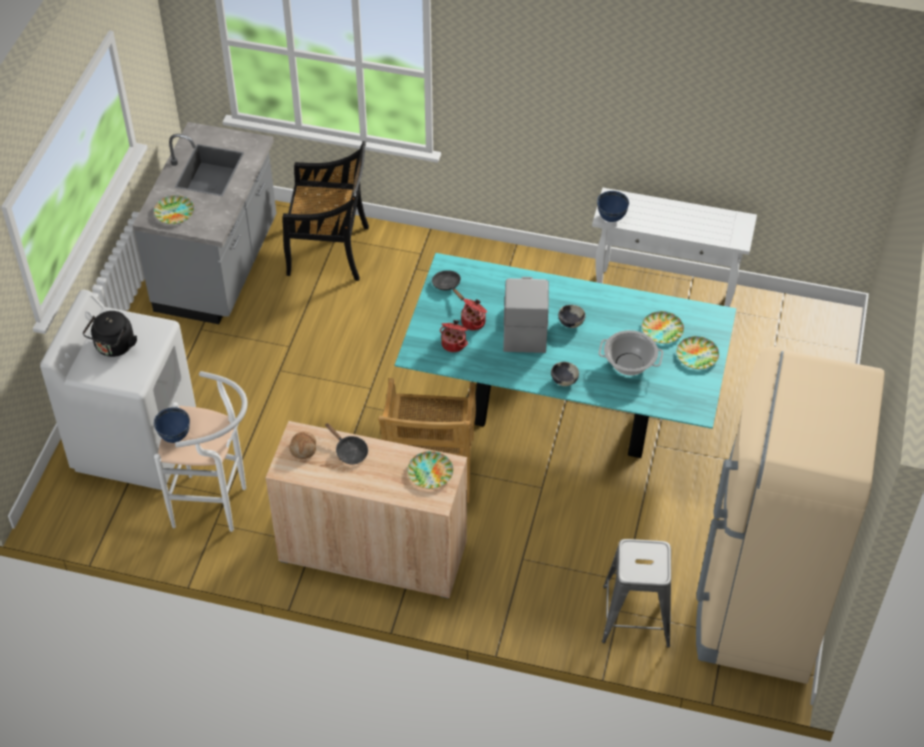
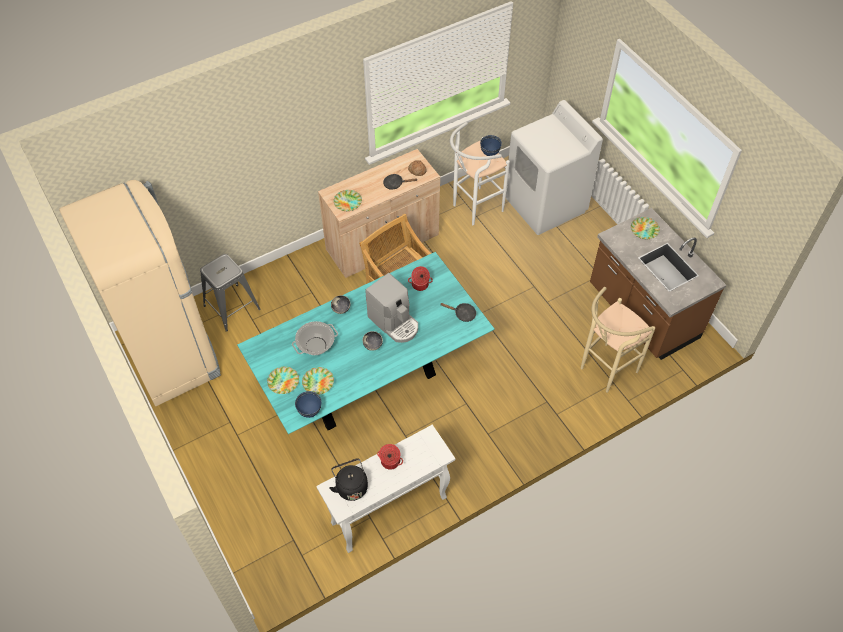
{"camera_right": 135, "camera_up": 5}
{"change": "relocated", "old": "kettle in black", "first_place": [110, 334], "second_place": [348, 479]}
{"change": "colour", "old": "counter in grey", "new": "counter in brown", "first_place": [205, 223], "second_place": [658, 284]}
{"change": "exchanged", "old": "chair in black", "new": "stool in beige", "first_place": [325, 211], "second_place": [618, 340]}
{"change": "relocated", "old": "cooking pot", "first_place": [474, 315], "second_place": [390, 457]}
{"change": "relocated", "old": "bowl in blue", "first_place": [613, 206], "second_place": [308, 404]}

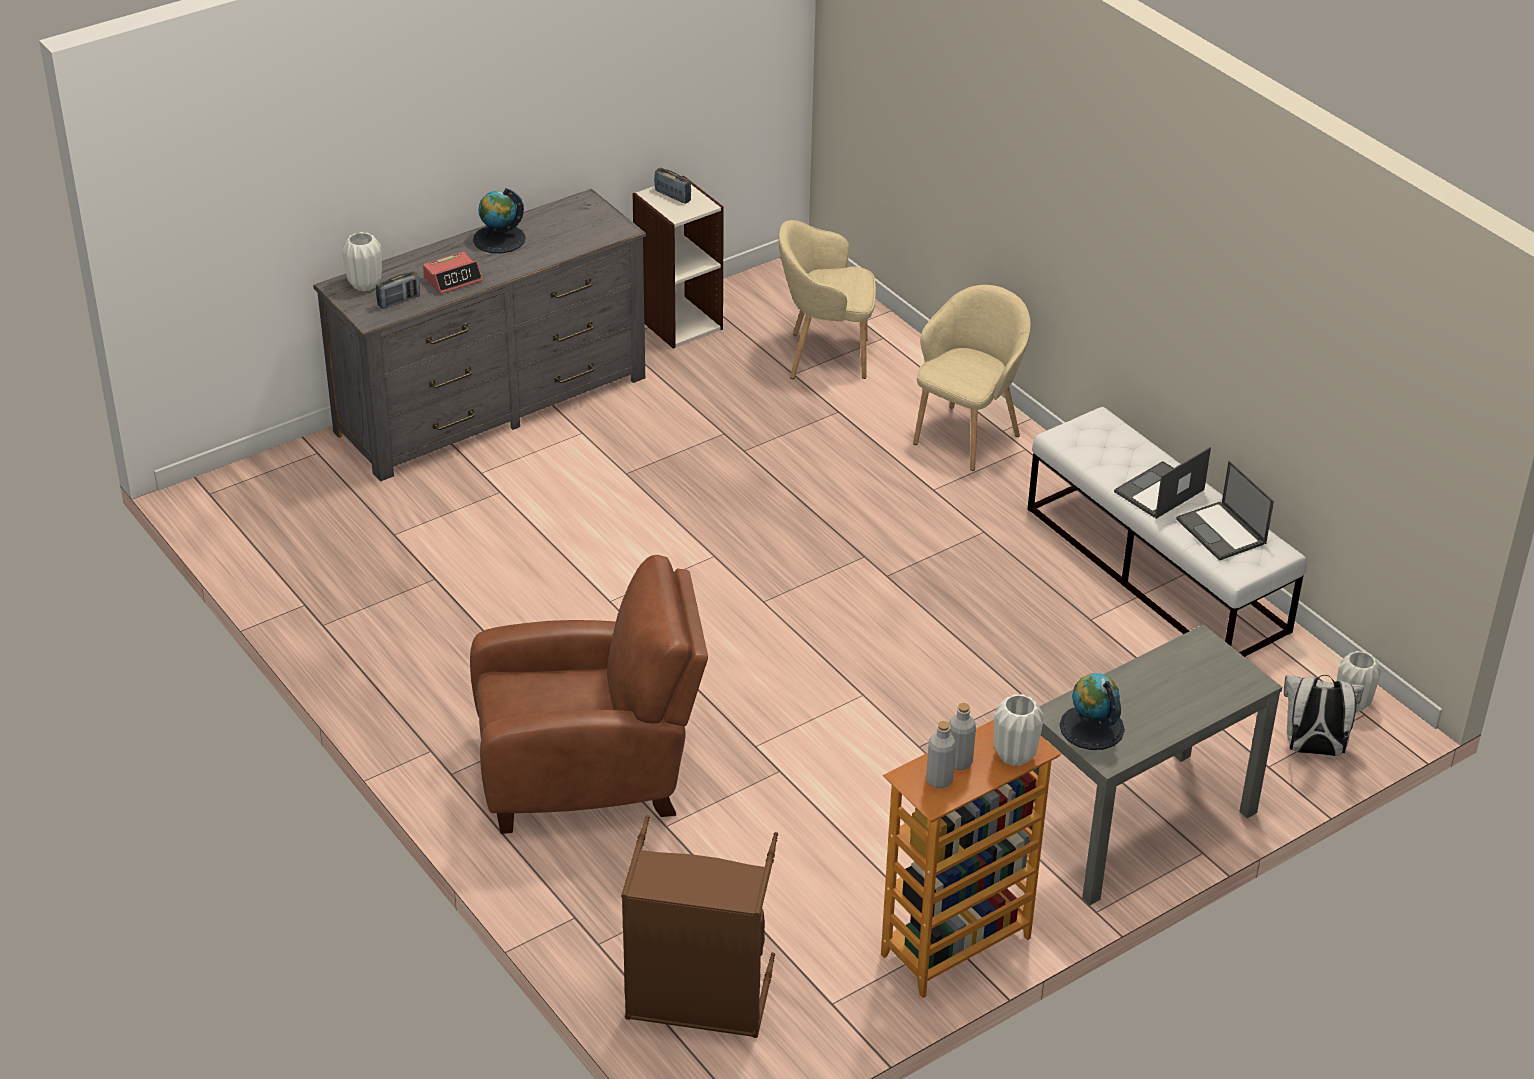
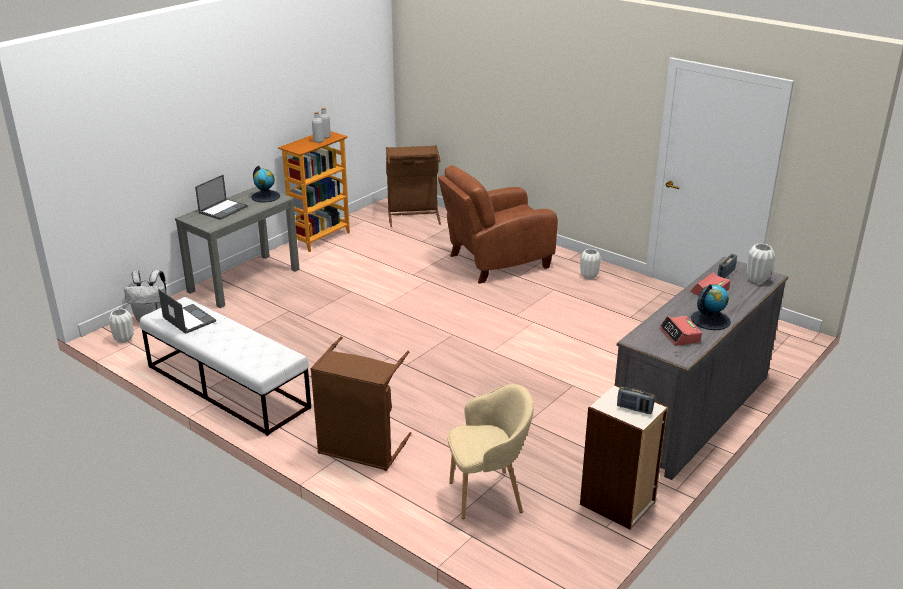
{"camera_right": 165, "camera_up": -10}
{"change": "exchanged", "old": "armchair in beige", "new": "laundry basket in brown", "first_place": [972, 378], "second_place": [361, 403]}
{"change": "relocated", "old": "vase in white", "first_place": [1019, 730], "second_place": [590, 264]}
{"change": "relocated", "old": "laptop", "first_place": [1162, 483], "second_place": [221, 197]}
{"change": "appeared", "new": "alarm clock", "second_place": [680, 331]}

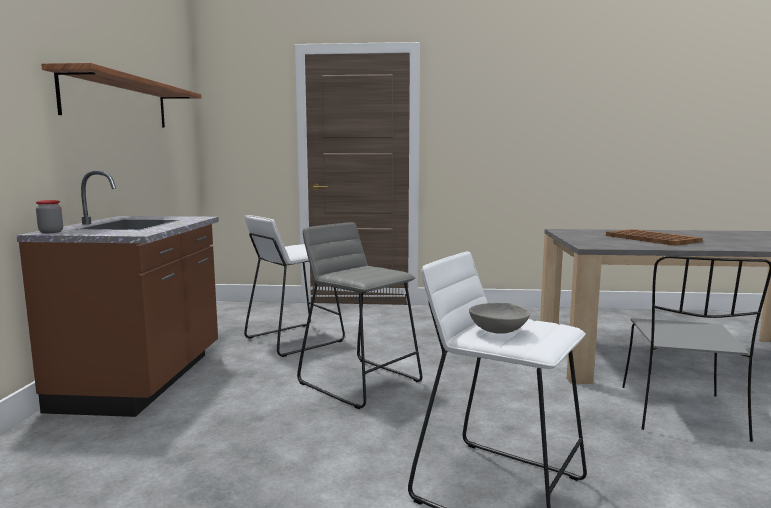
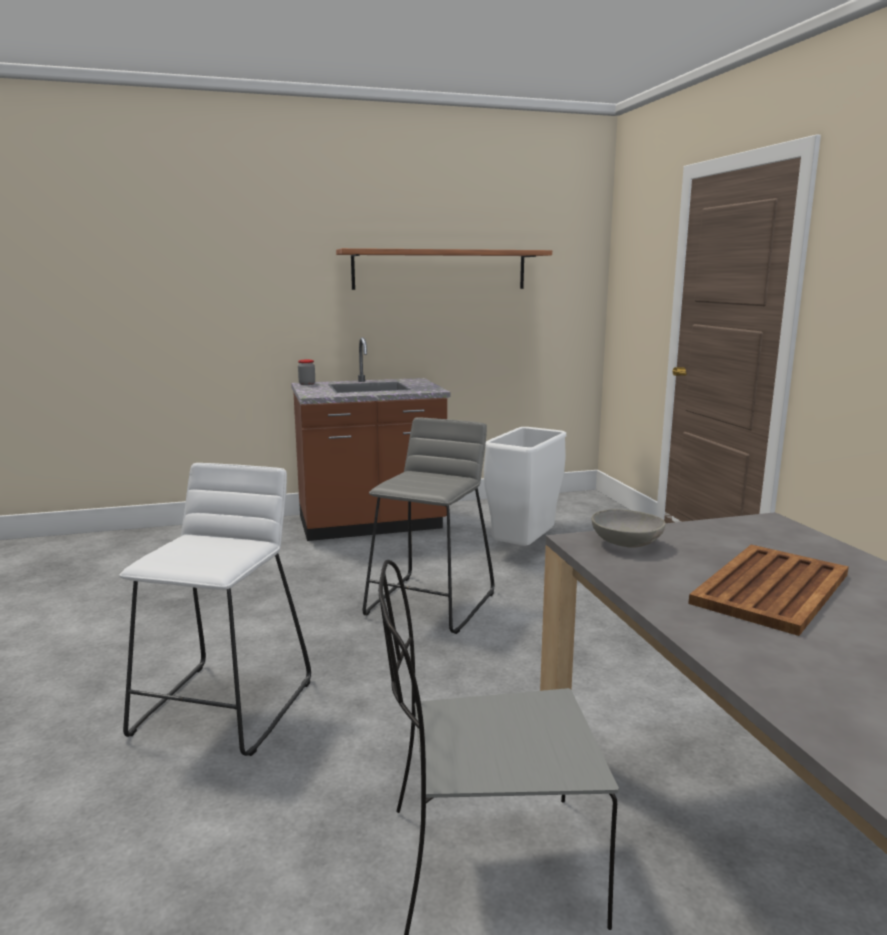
{"camera_right": 70, "camera_up": 5}
{"change": "exchanged", "old": "stool in white", "new": "trash can in white", "first_place": [294, 286], "second_place": [525, 486]}
{"change": "relocated", "old": "bowl in grey", "first_place": [499, 318], "second_place": [628, 528]}

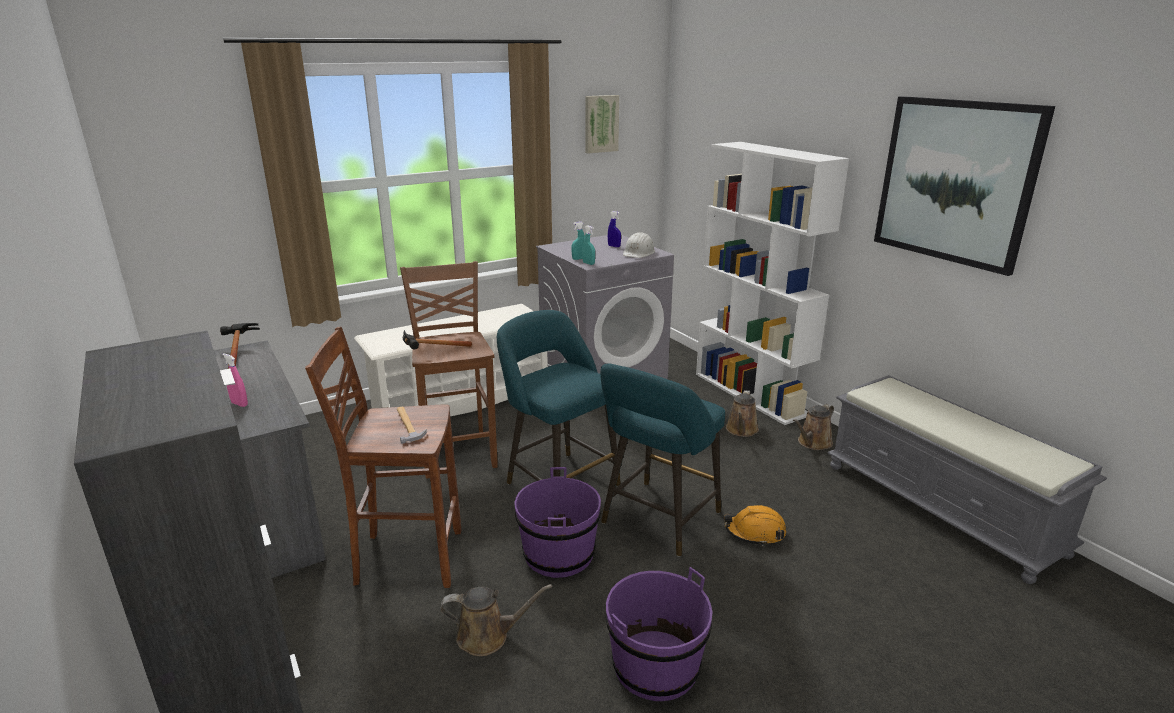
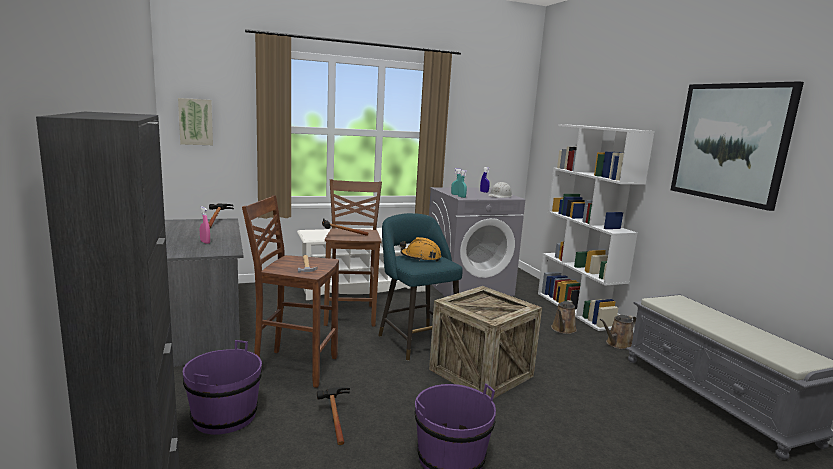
{"camera_right": 10, "camera_up": -10}
{"change": "exchanged", "old": "watering can in brown", "new": "hammer", "first_place": [496, 620], "second_place": [333, 416]}
{"change": "relocated", "old": "bucket in purple", "first_place": [558, 522], "second_place": [222, 387]}
{"change": "relocated", "old": "picture", "first_place": [602, 124], "second_place": [195, 121]}
{"change": "exchanged", "old": "stool in turquoise", "new": "crate", "first_place": [662, 460], "second_place": [485, 342]}
{"change": "relocated", "old": "hard hat in orange", "first_place": [755, 525], "second_place": [421, 249]}

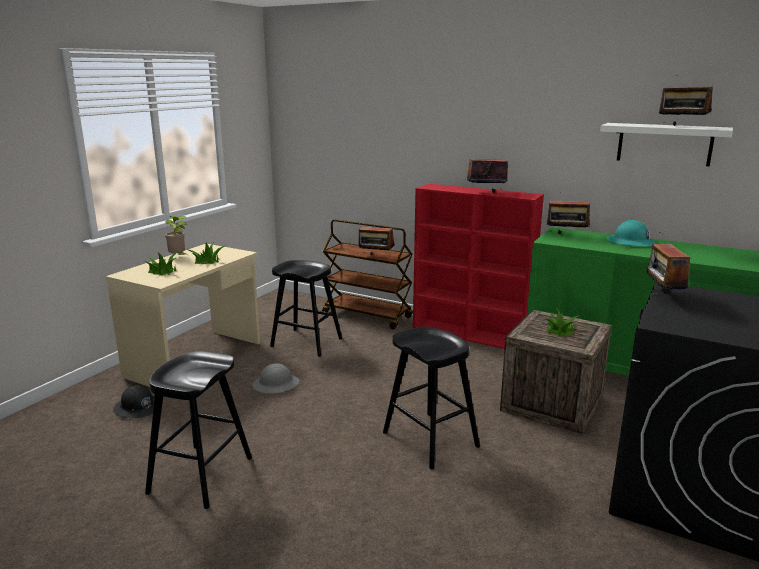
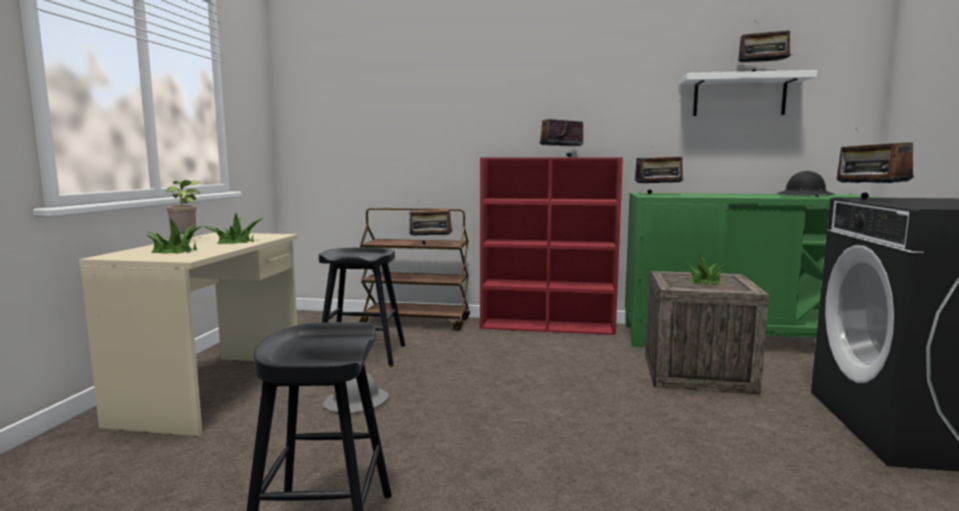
{"camera_right": -20, "camera_up": -10}
{"change": "relocated", "old": "hard hat in black", "first_place": [133, 401], "second_place": [805, 184]}
{"change": "missing", "old": "stool in black", "first_place": [431, 398]}
{"change": "missing", "old": "hard hat in turquoise", "first_place": [631, 233]}

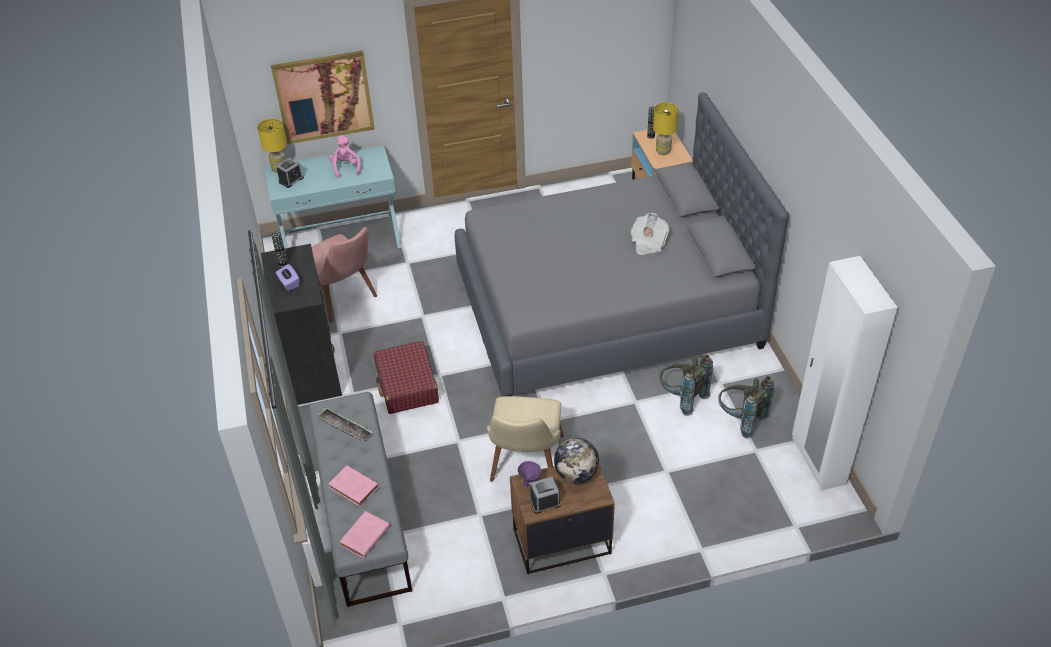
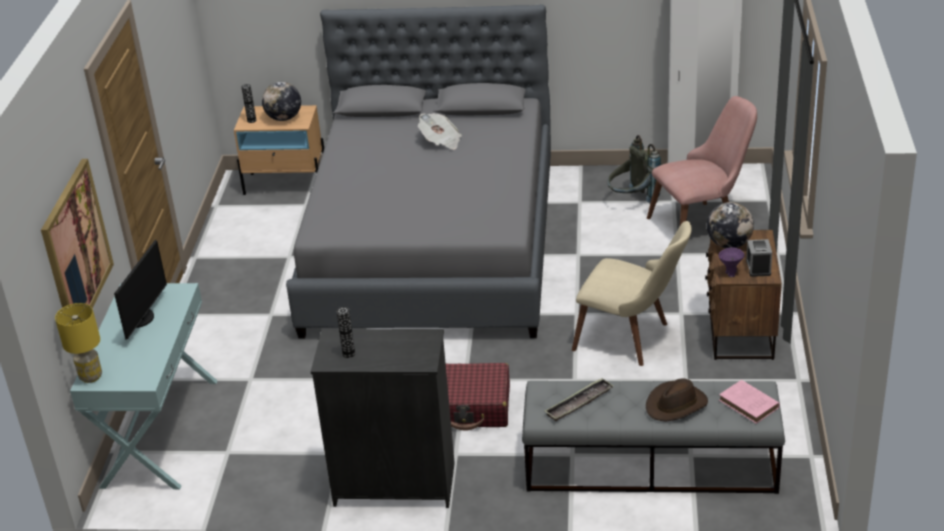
{"camera_right": -70, "camera_up": -10}
{"change": "missing", "old": "alarm clock", "first_place": [290, 173]}
{"change": "missing", "old": "tissue box in purple", "first_place": [288, 277]}
{"change": "relocated", "old": "chair in pink", "first_place": [344, 274], "second_place": [702, 160]}
{"change": "exchanged", "old": "plush toy in pink", "new": "monitor", "first_place": [345, 156], "second_place": [140, 289]}
{"change": "exchanged", "old": "book in pink", "new": "hat in brown", "first_place": [354, 486], "second_place": [677, 400]}
{"change": "exchanged", "old": "table lamp in yellow", "new": "globe", "first_place": [666, 128], "second_place": [281, 101]}
{"change": "missing", "old": "backpack in grey", "first_place": [686, 385]}

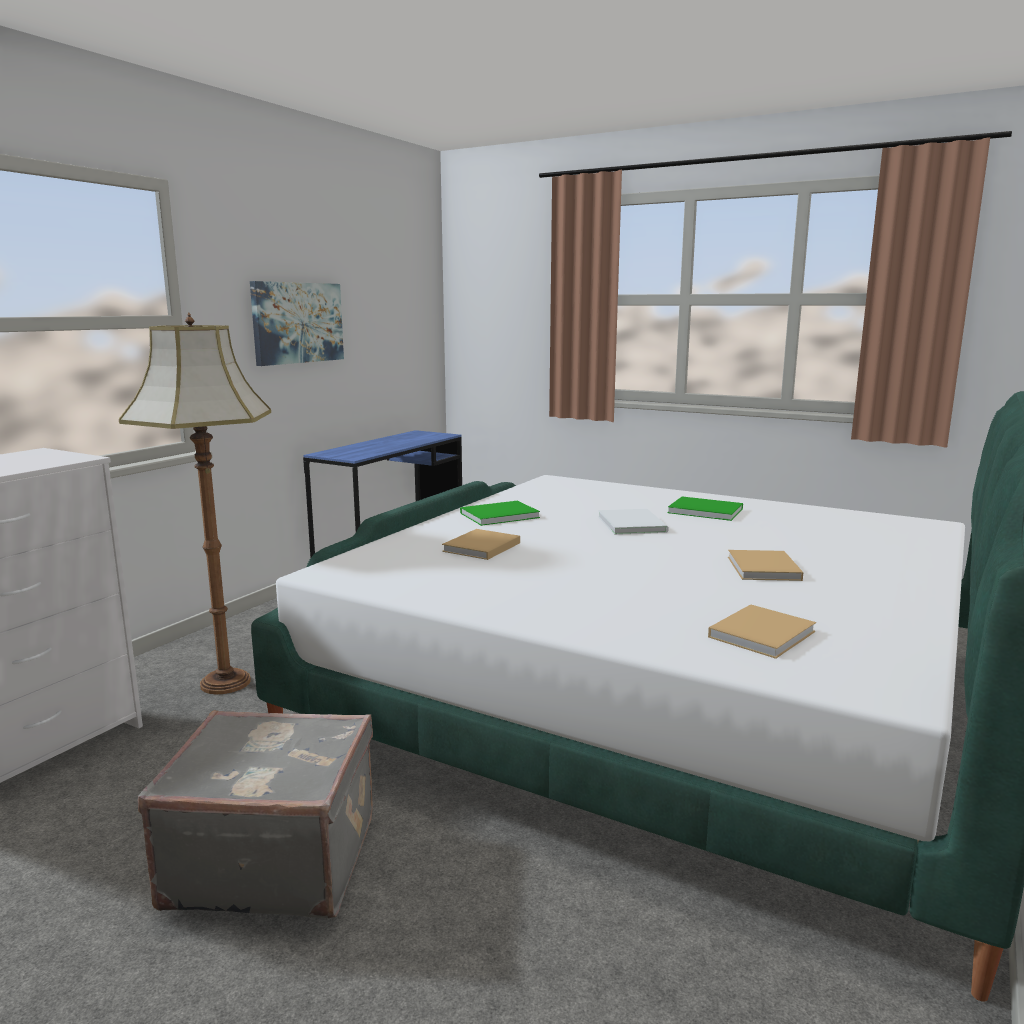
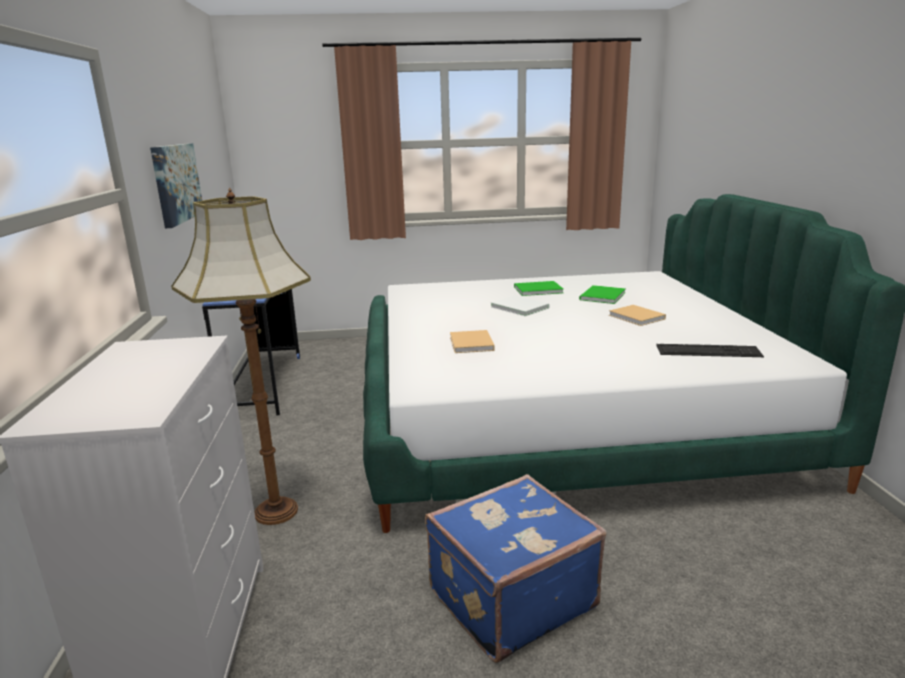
{"camera_right": -35, "camera_up": 5}
{"change": "colour", "old": "suitcase in grey", "new": "suitcase in blue", "first_place": [255, 814], "second_place": [515, 568]}
{"change": "relocated", "old": "book in green", "first_place": [500, 513], "second_place": [602, 294]}
{"change": "exchanged", "old": "book in beige", "new": "keyboard", "first_place": [762, 631], "second_place": [710, 350]}

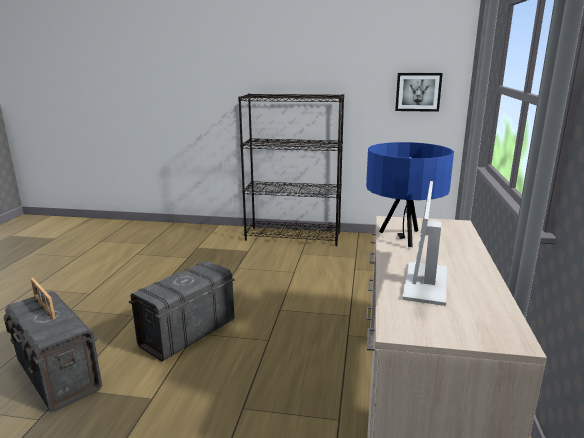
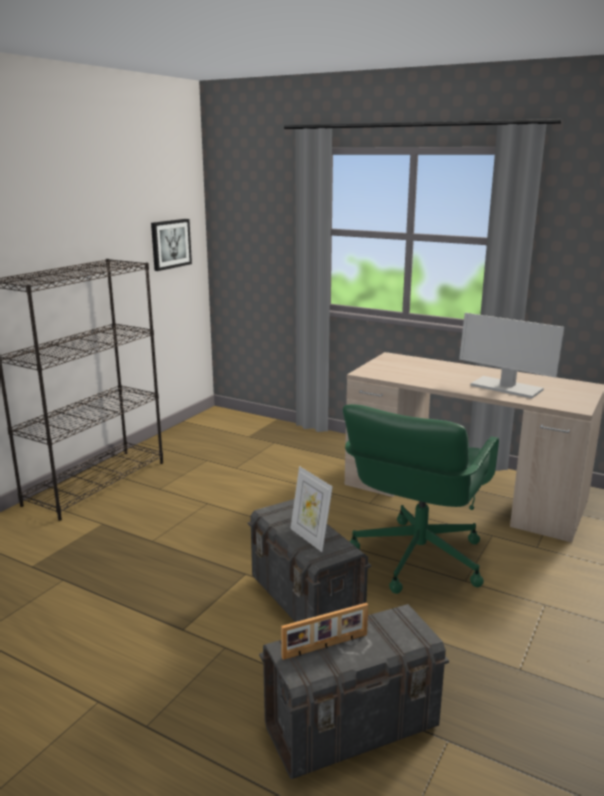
{"camera_right": -70, "camera_up": 0}
{"change": "missing", "old": "table lamp in blue", "first_place": [410, 194]}
{"change": "appeared", "new": "picture frame", "second_place": [311, 509]}
{"change": "appeared", "new": "office chair in green", "second_place": [421, 499]}

